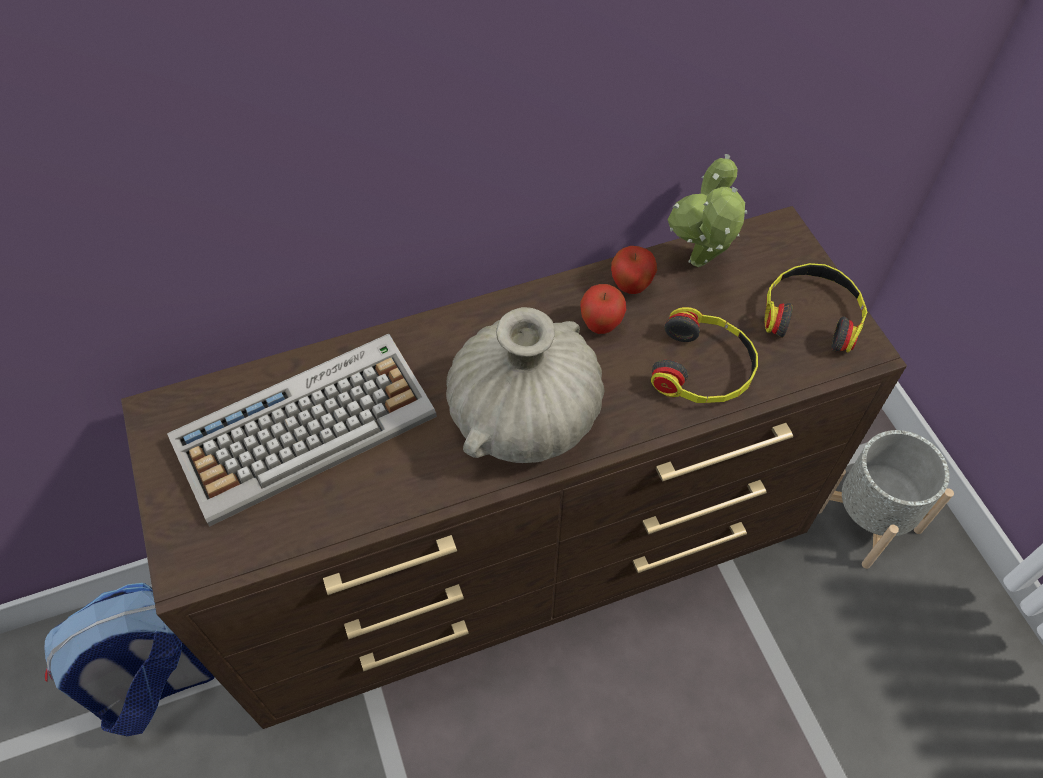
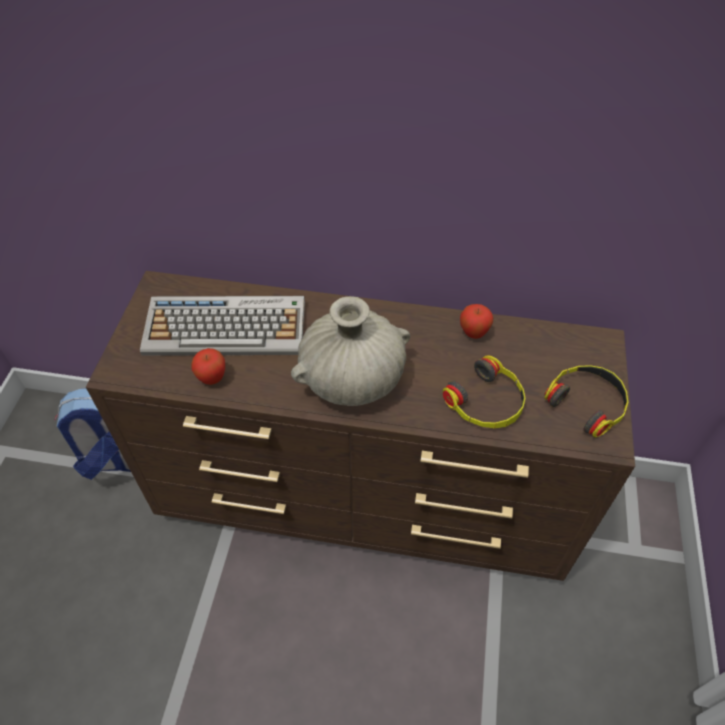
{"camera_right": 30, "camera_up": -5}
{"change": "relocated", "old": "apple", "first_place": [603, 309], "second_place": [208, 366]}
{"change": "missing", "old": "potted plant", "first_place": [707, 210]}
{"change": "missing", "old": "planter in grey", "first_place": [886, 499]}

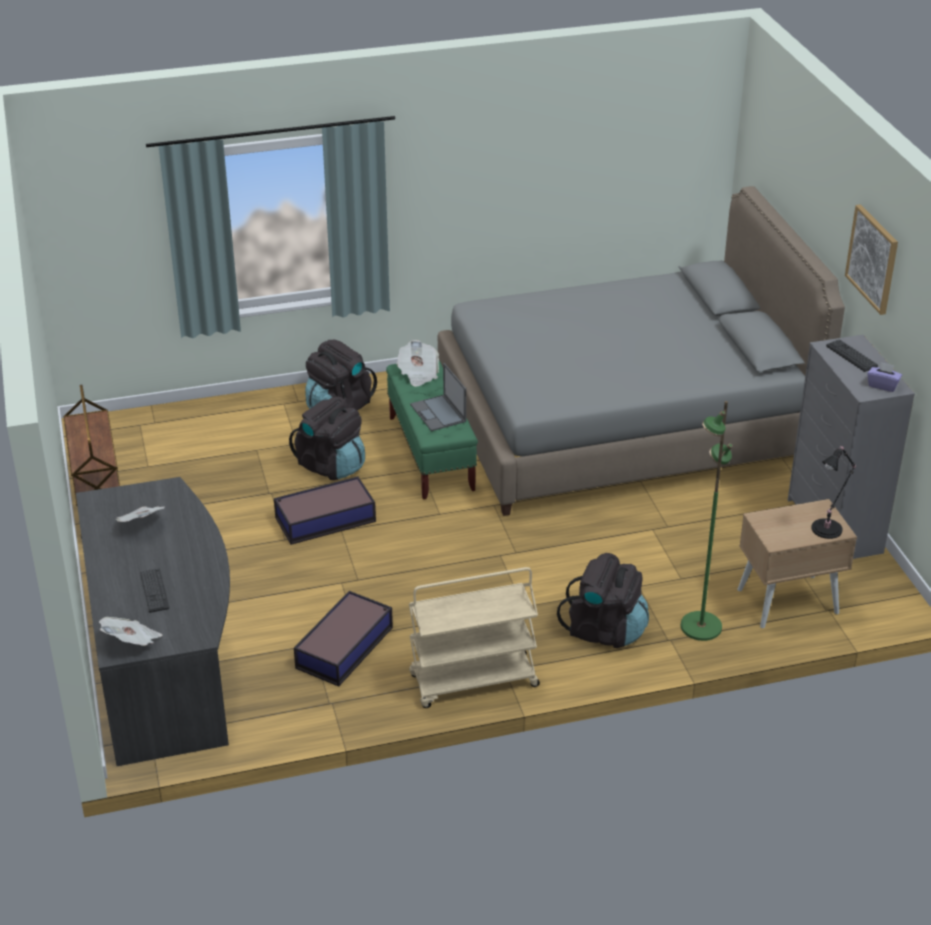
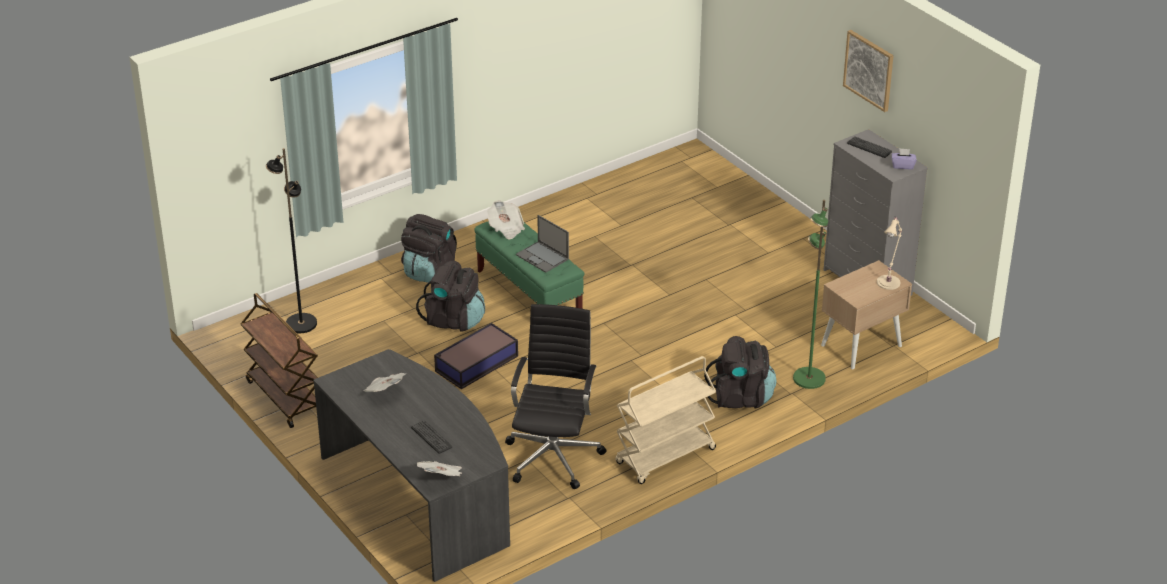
{"camera_right": -20, "camera_up": 0}
{"change": "exchanged", "old": "storage box", "new": "office chair in black", "first_place": [343, 639], "second_place": [556, 396]}
{"change": "missing", "old": "bed in grey", "first_place": [641, 351]}
{"change": "colour", "old": "table lamp in black", "new": "table lamp in beige", "first_place": [833, 492], "second_place": [889, 253]}
{"change": "appeared", "new": "floor lamp in black", "second_place": [291, 240]}

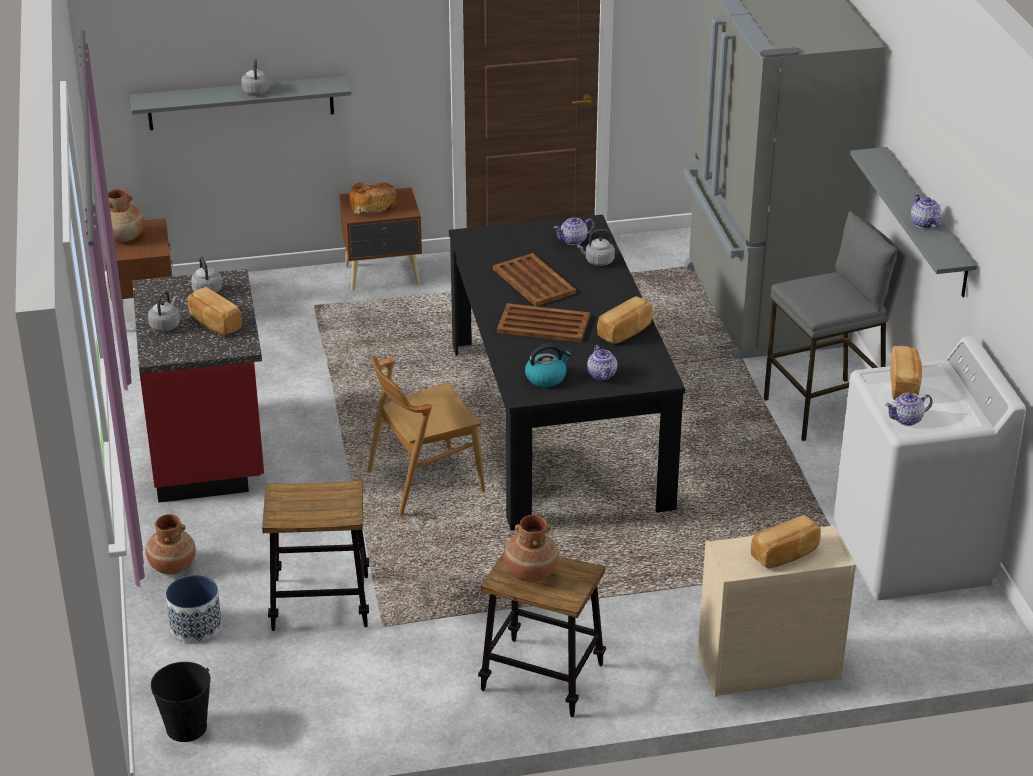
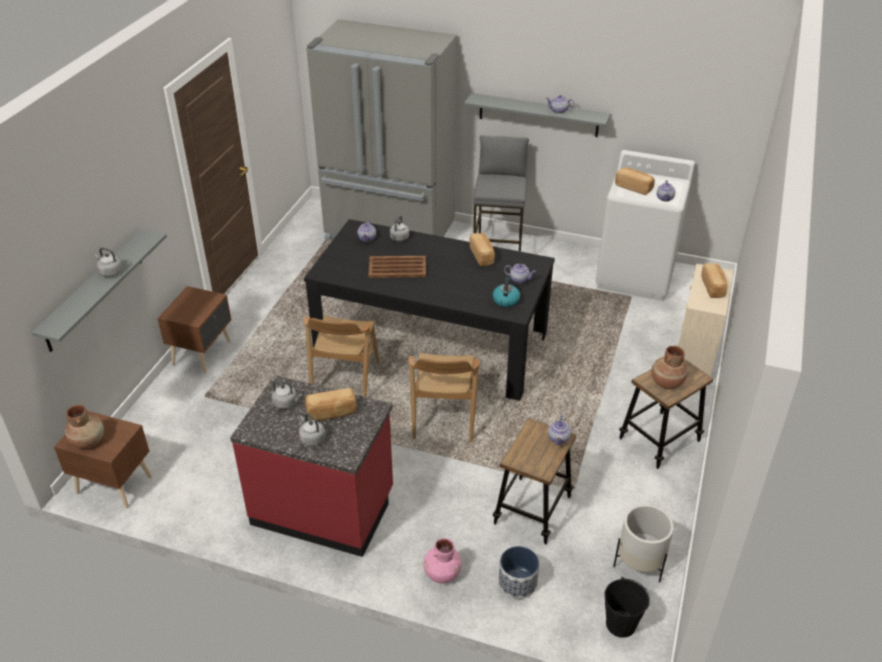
{"camera_right": -60, "camera_up": 5}
{"change": "colour", "old": "vase in brown", "new": "vase in pink", "first_place": [170, 544], "second_place": [442, 561]}
{"change": "missing", "old": "bread", "first_place": [373, 198]}
{"change": "missing", "old": "tray in brown", "first_place": [543, 322]}
{"change": "appeared", "new": "chair in brown", "second_place": [342, 356]}
{"change": "appeared", "new": "teapot", "second_place": [559, 430]}
{"change": "appeared", "new": "planter in white", "second_place": [643, 544]}

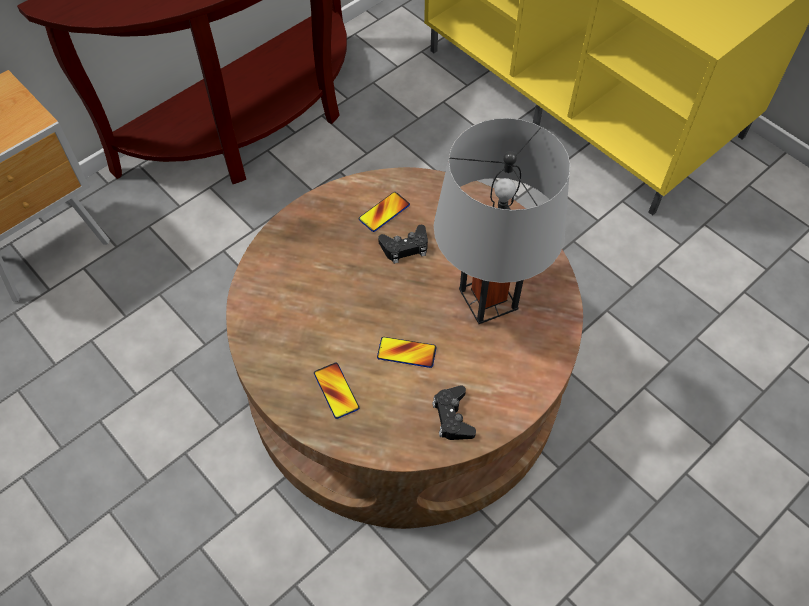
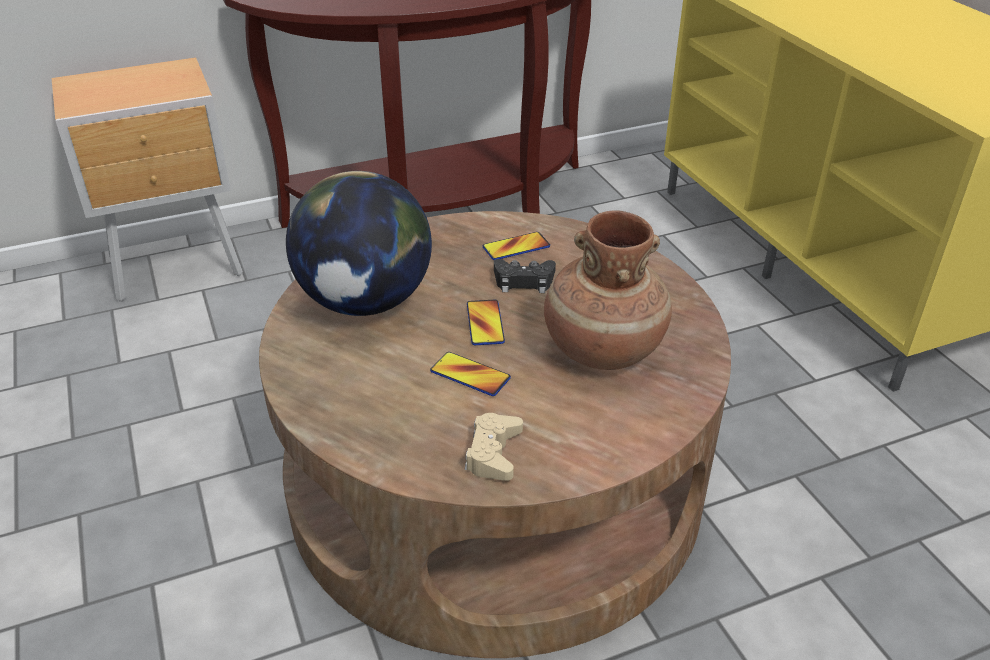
{"camera_right": 20, "camera_up": -20}
{"change": "relocated", "old": "phone", "first_place": [336, 391], "second_place": [486, 322]}
{"change": "colour", "old": "game controller in black", "new": "game controller in beige", "first_place": [454, 412], "second_place": [494, 447]}
{"change": "exchanged", "old": "table lamp in grey", "new": "vase in brown", "first_place": [502, 221], "second_place": [608, 290]}
{"change": "appeared", "new": "globe", "second_place": [359, 243]}

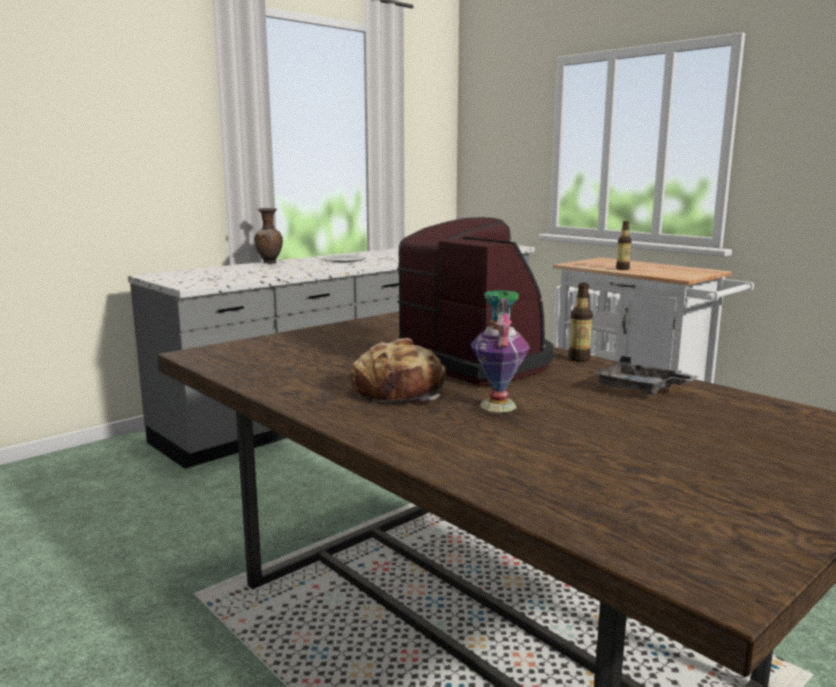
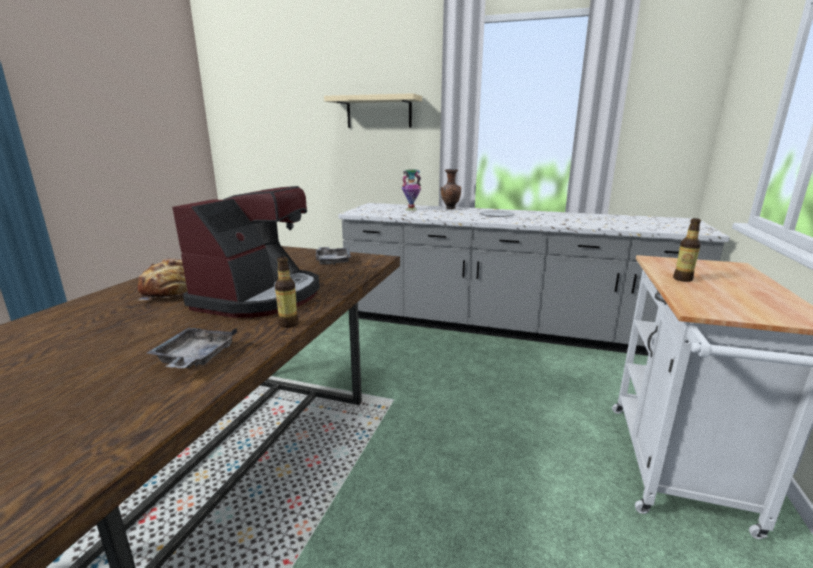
{"camera_right": 60, "camera_up": 5}
{"change": "relocated", "old": "vase", "first_place": [500, 351], "second_place": [412, 190]}
{"change": "appeared", "new": "tray in grey", "second_place": [333, 256]}
{"change": "appeared", "new": "shelf in beige", "second_place": [373, 110]}

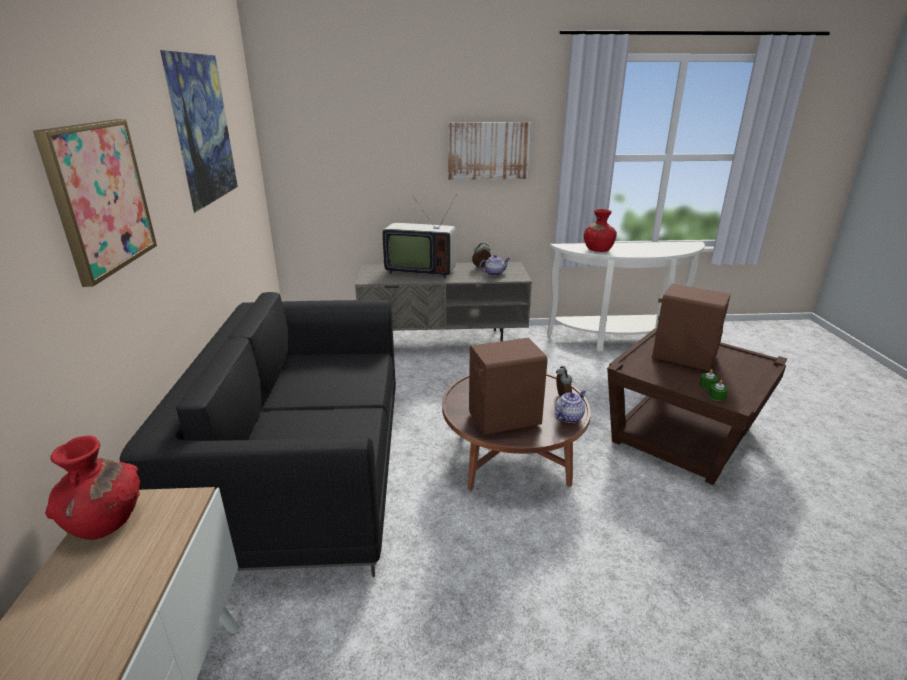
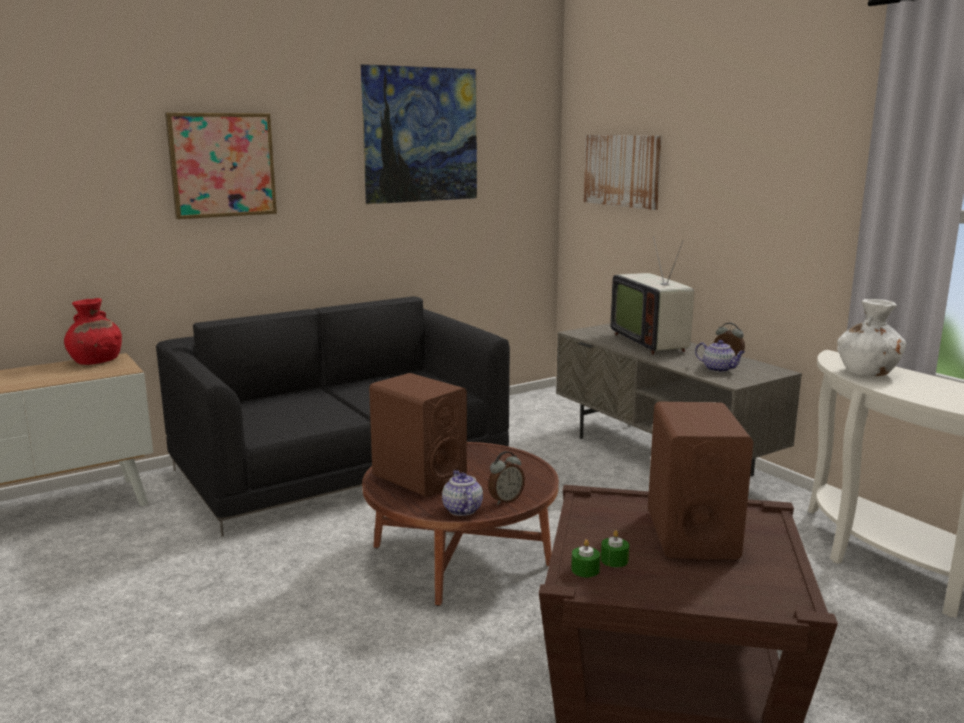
{"camera_right": 60, "camera_up": -10}
{"change": "relocated", "old": "picture", "first_place": [489, 151], "second_place": [623, 172]}
{"change": "spun", "old": "teapot", "first_place": [570, 407], "second_place": [462, 493], "degrees": -120}
{"change": "colour", "old": "vase in red", "new": "vase in white", "first_place": [600, 230], "second_place": [871, 337]}

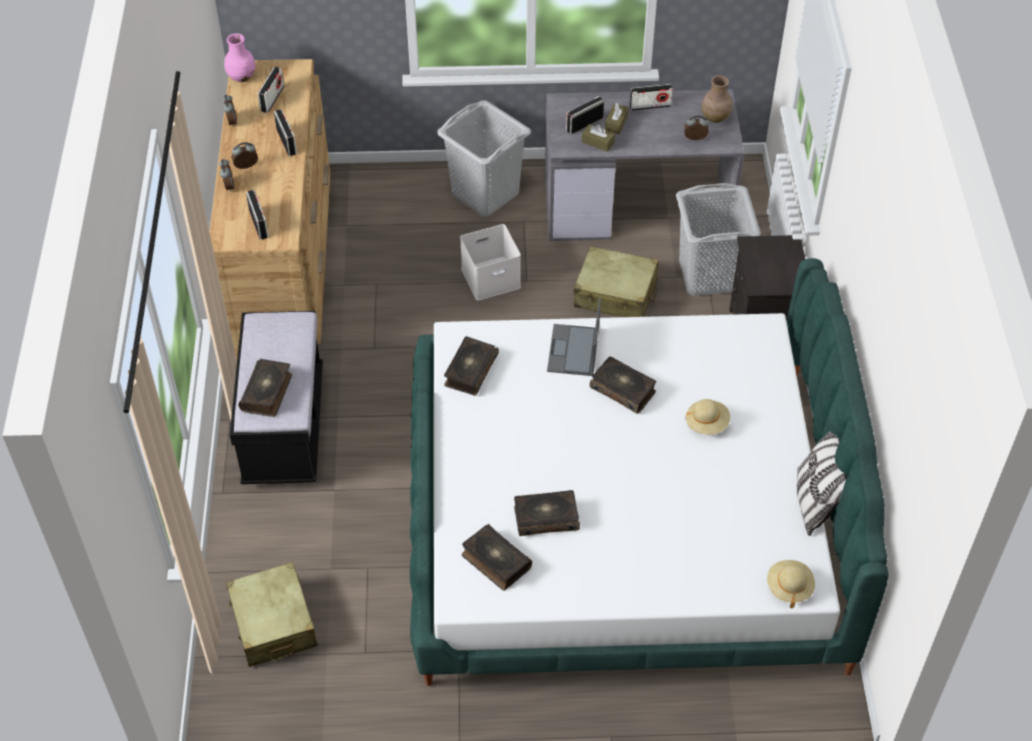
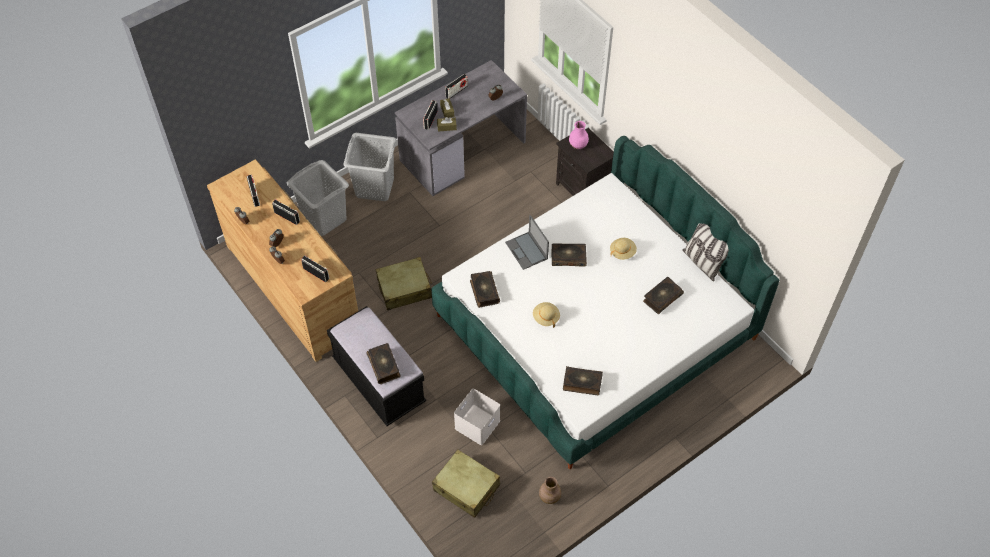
{"camera_right": -35, "camera_up": 5}
{"change": "relocated", "old": "vase in pink", "first_place": [240, 57], "second_place": [579, 135]}
{"change": "relocated", "old": "storage box in white", "first_place": [490, 262], "second_place": [477, 416]}
{"change": "relocated", "old": "book", "first_place": [547, 513], "second_place": [663, 295]}
{"change": "relocated", "old": "suitcase in beige", "first_place": [616, 281], "second_place": [404, 283]}
{"change": "relocated", "old": "laundry basket in grey", "first_place": [718, 239], "second_place": [318, 198]}
{"change": "relocated", "old": "vase in brown", "first_place": [716, 99], "second_place": [550, 490]}
{"change": "relocated", "old": "hat in beige", "first_place": [791, 584], "second_place": [546, 315]}

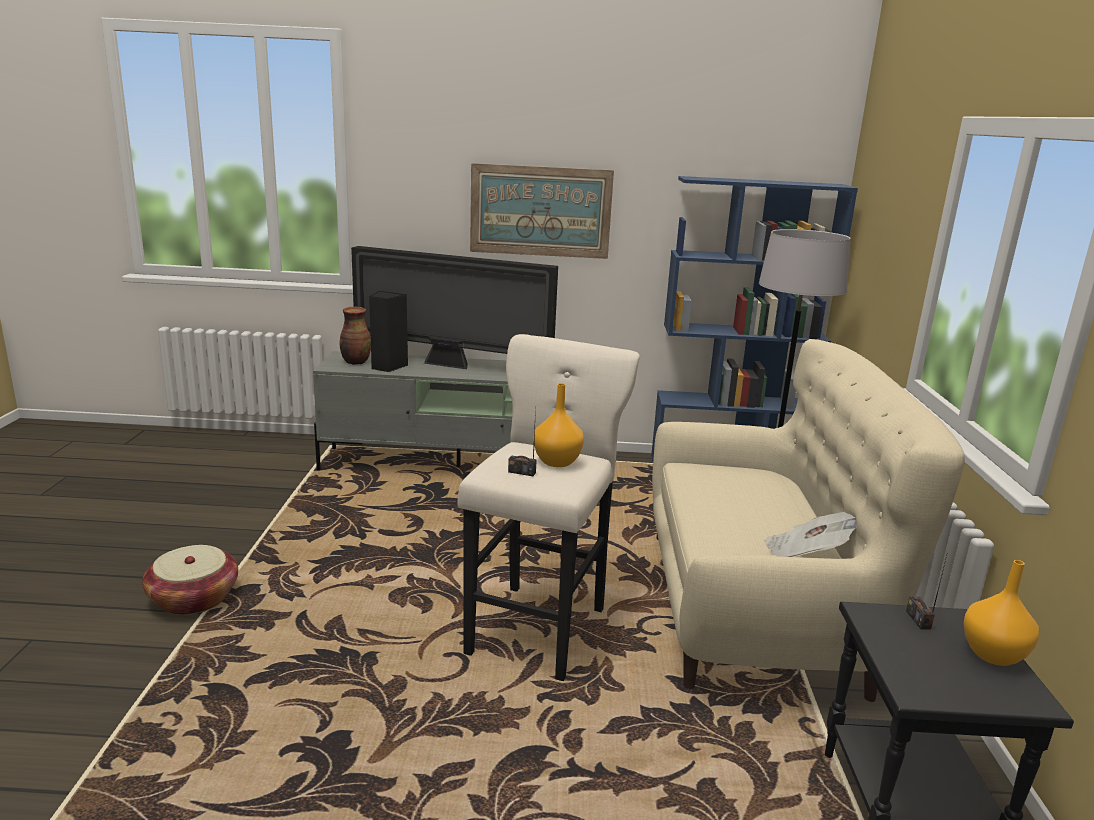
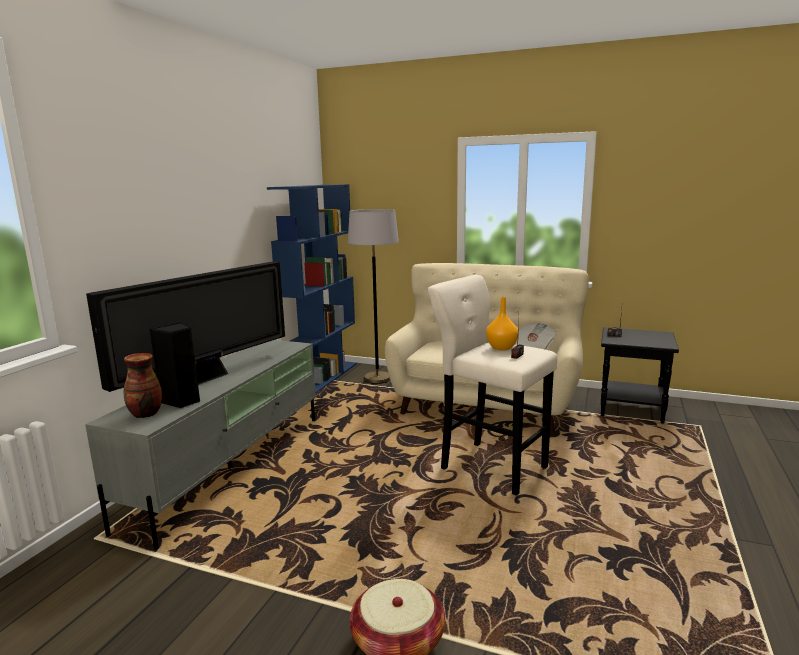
{"camera_right": -70, "camera_up": -5}
{"change": "missing", "old": "picture", "first_place": [542, 211]}
{"change": "missing", "old": "vase in orange", "first_place": [1001, 613]}

